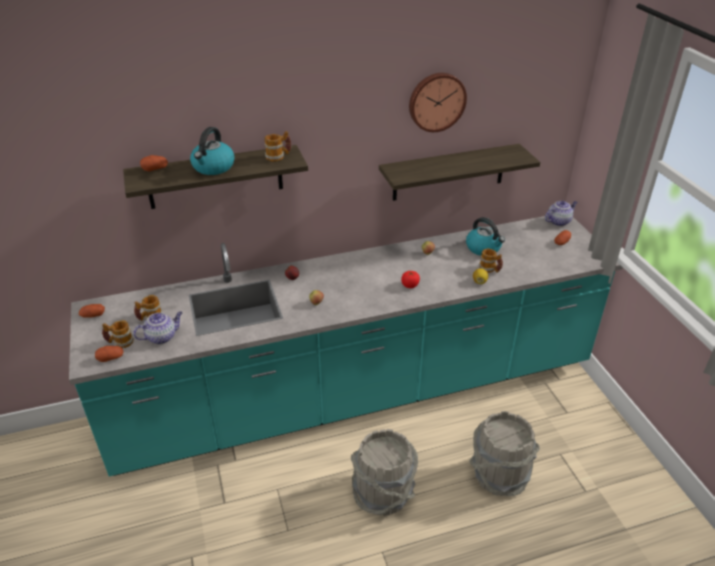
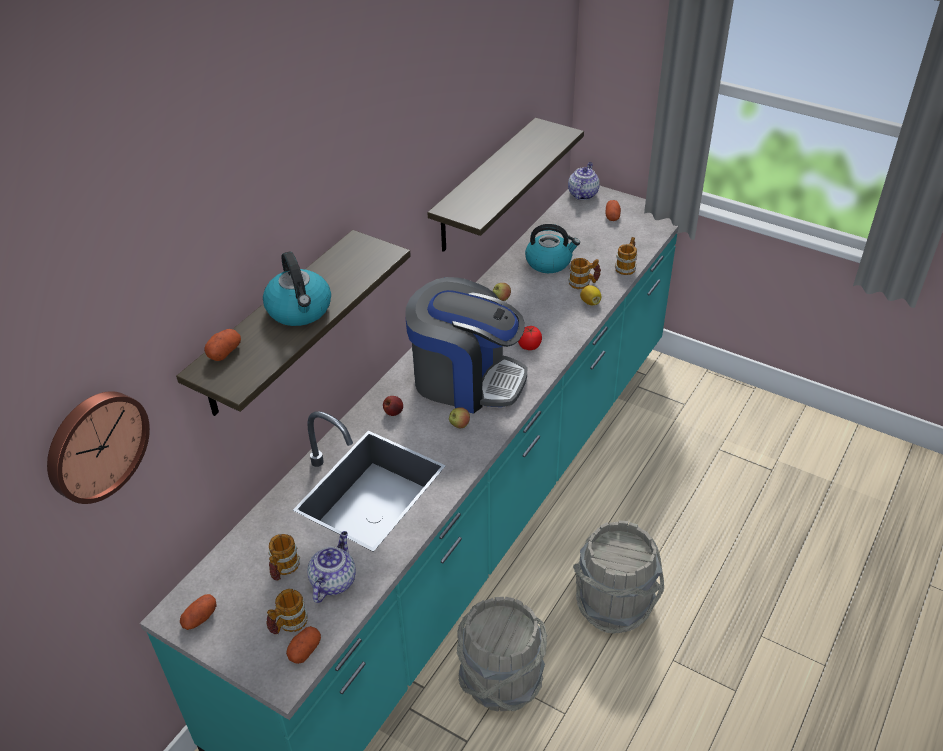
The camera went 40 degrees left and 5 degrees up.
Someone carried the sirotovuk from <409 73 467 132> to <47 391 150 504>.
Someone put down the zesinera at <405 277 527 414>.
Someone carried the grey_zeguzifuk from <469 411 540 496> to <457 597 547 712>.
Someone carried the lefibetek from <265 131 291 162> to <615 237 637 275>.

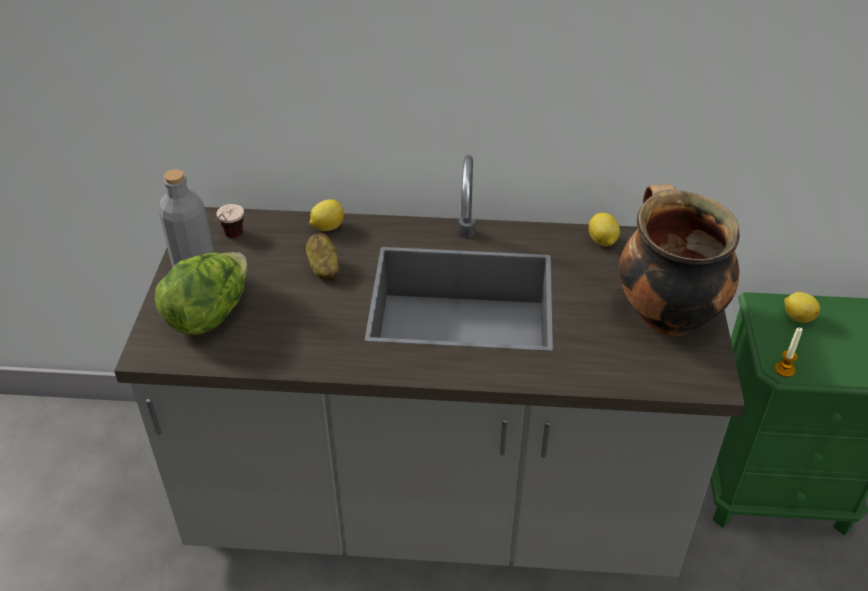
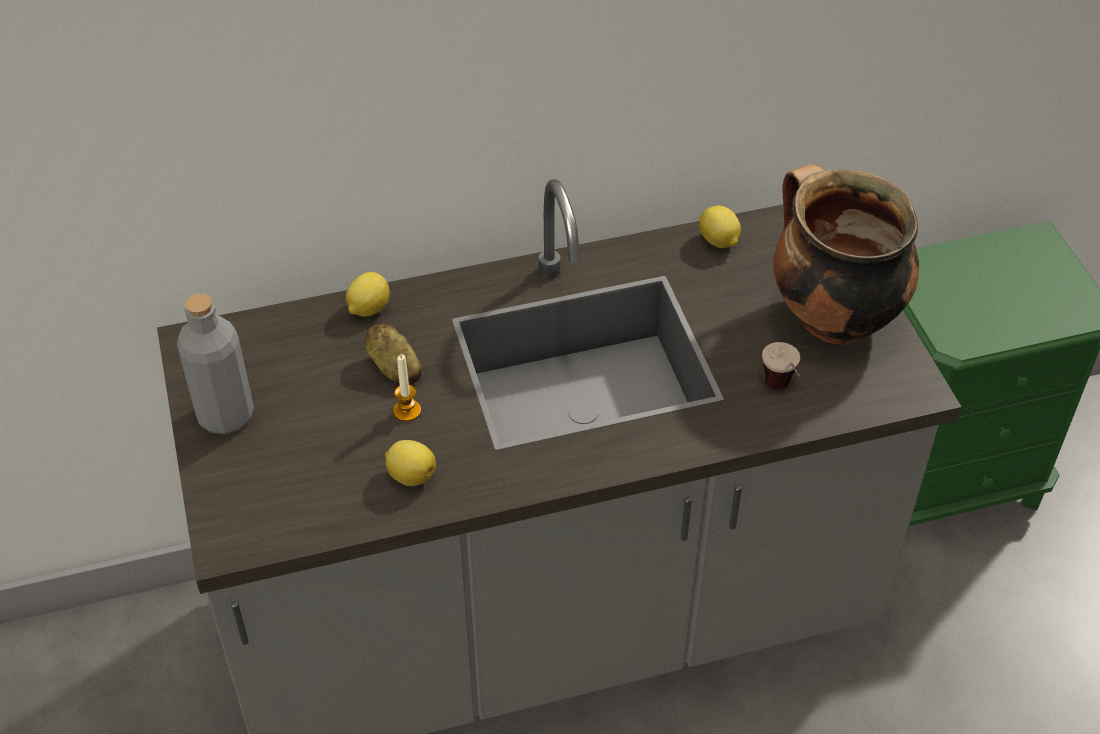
The camera went 20 degrees left and 5 degrees up.
Someone carried the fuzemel from <784 292 820 323> to <385 440 436 486>.
Someone carried the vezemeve from <774 327 803 377> to <393 354 421 422>.
Someone carried the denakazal from <215 204 244 238> to <762 342 800 389>.
Someone took away the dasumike at <155 252 247 335>.

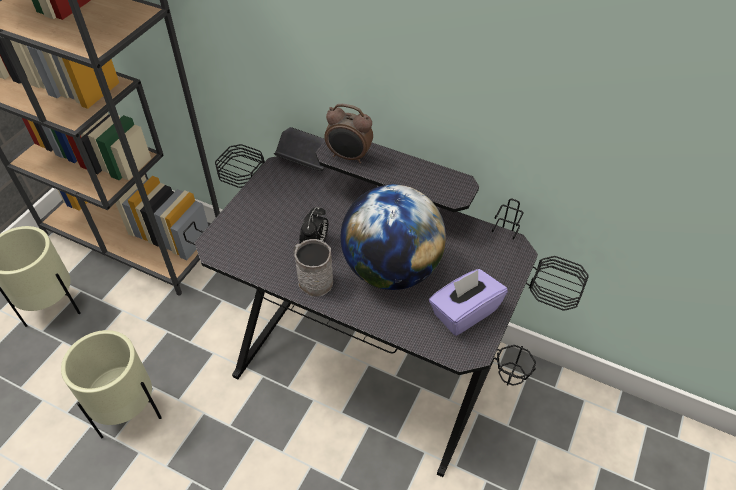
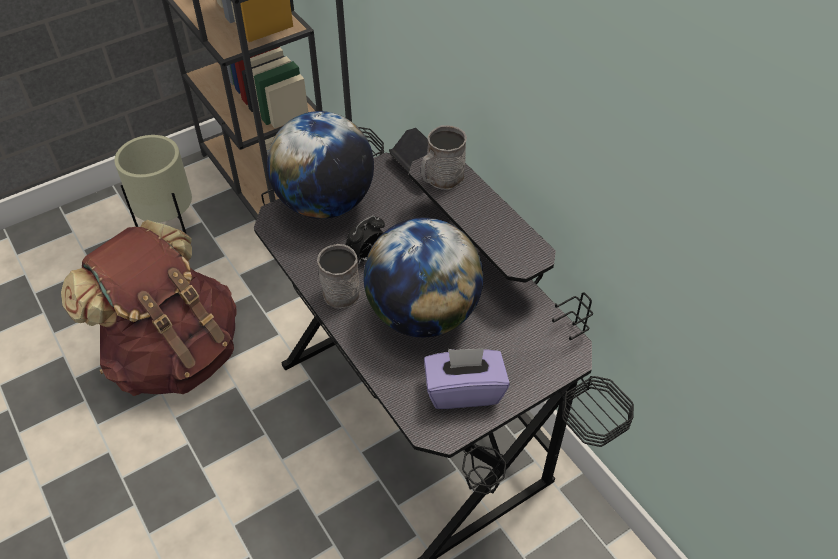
The camera went 30 degrees right and 0 degrees up.
Someone swapped the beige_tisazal at <61 330 162 438> for the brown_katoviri at <61 220 237 396>.
Someone put down the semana at <267 111 374 219>.
Someone swapped the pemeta at <324 104 373 164> for the grey_lefibetek at <421 125 467 190>.

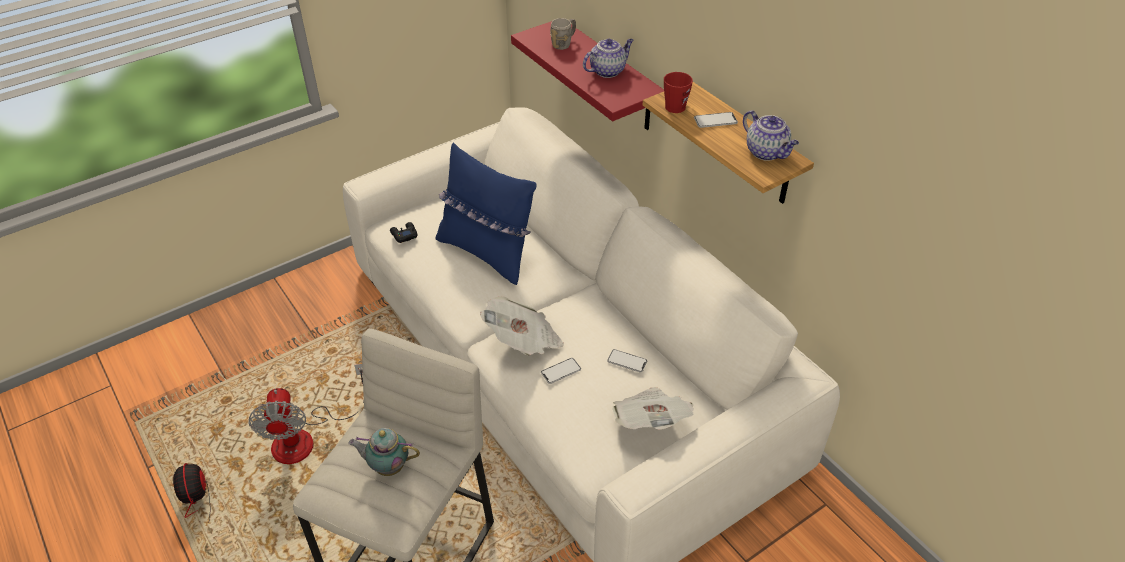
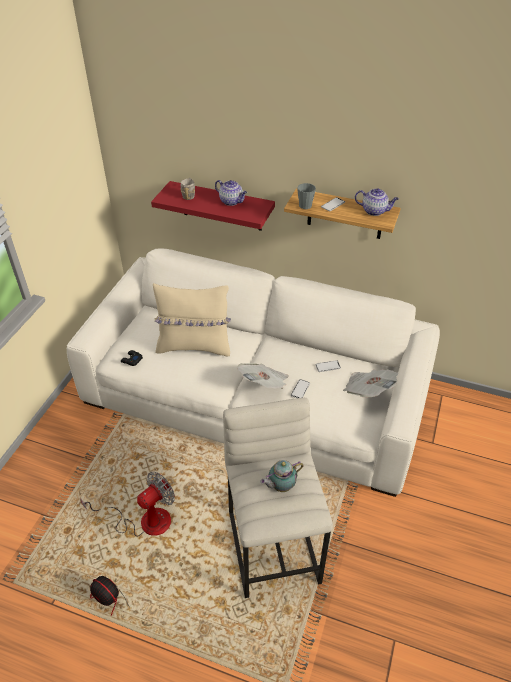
The camera went 35 degrees left and 0 degrees up.
Someone rotated the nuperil at <249 364 364 464> by 90 degrees counterclockwise.
Someone repainted the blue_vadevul at <436 143 537 285>, which became the beige_vadevul at <153 283 231 356>.
Someone rotated the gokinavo at <583 39 634 78> by 105 degrees clockwise.
Someone repainted the red_lefibetek at <664 72 693 113>, which became the grey_lefibetek at <298 183 316 209>.

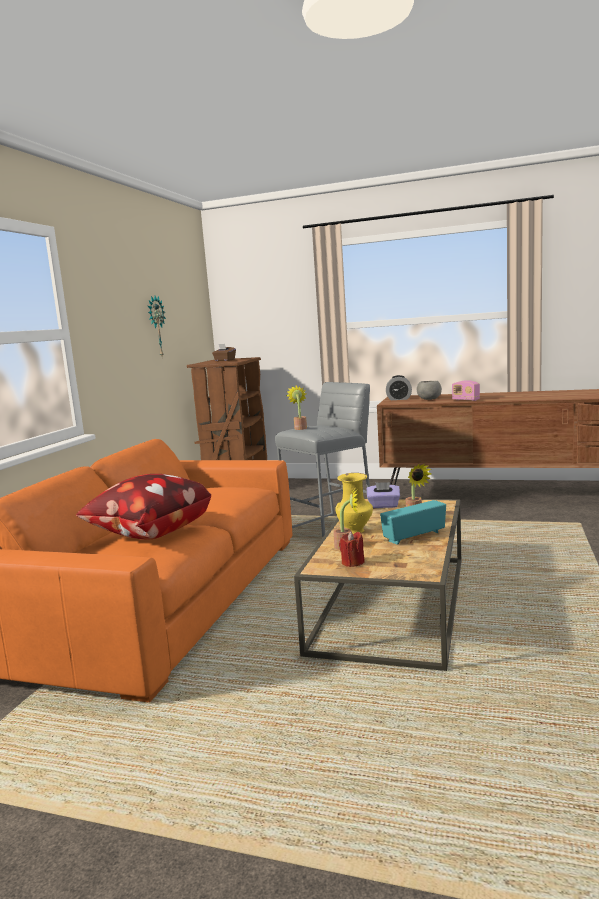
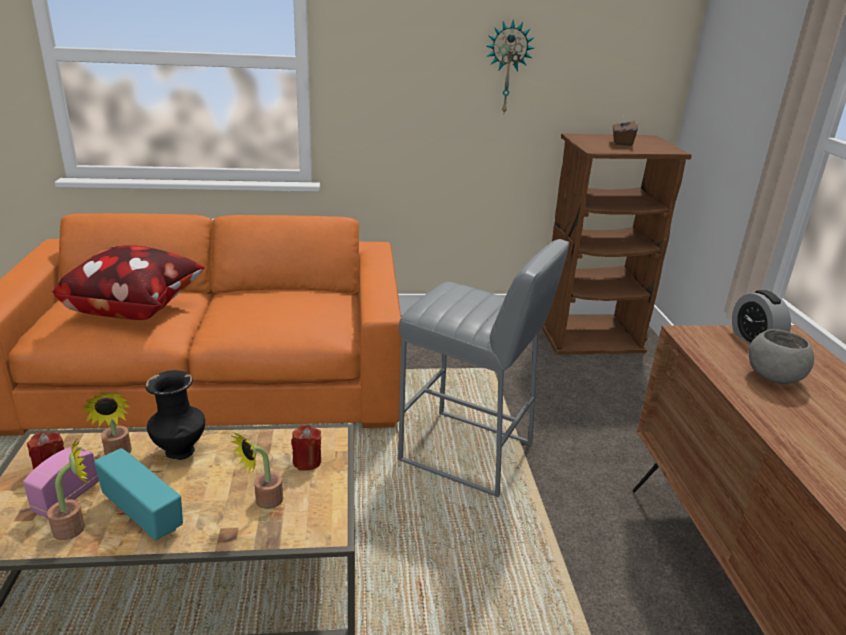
The camera went 65 degrees right and 15 degrees up.
Someone carried the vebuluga from <452 380 480 401> to <23 447 99 518>.
Someone carried the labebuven from <286 386 307 430> to <47 438 88 540>.
Someone repainted the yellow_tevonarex at <336 473 373 534>, which became the black_tevonarex at <145 370 205 460>.
Someone swapped the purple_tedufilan at <367 482 400 508> for the red_vezemeve at <291 425 321 471>.

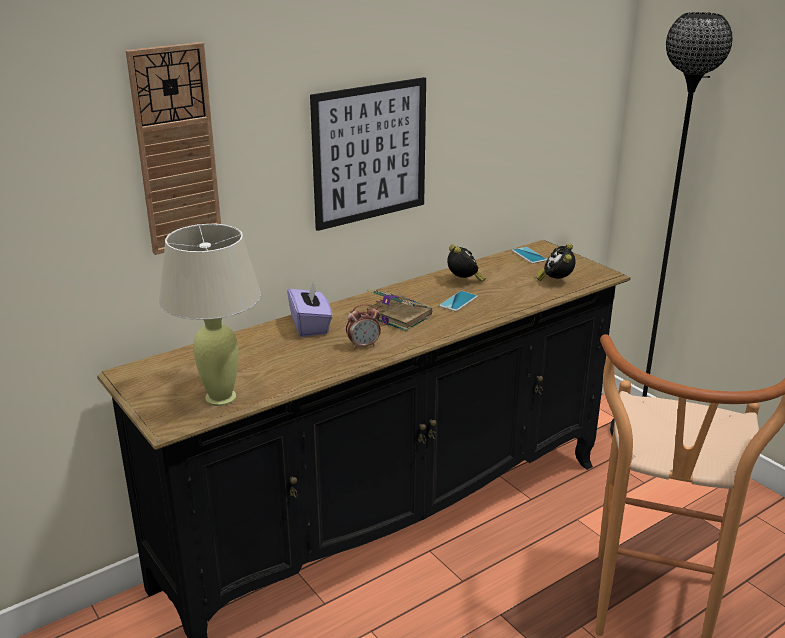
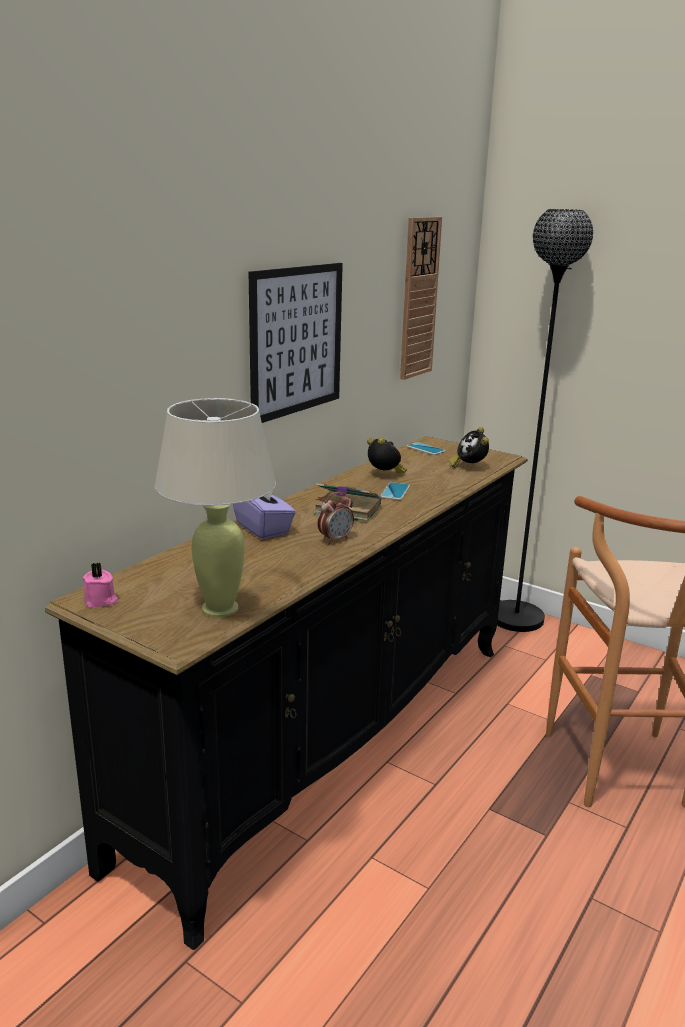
The camera went 20 degrees left and 5 degrees down.
Someone put down the pink_vezemeve at <83 562 117 607>.
Someone carried the sirotovuk from <126 42 221 255> to <400 217 442 380>.

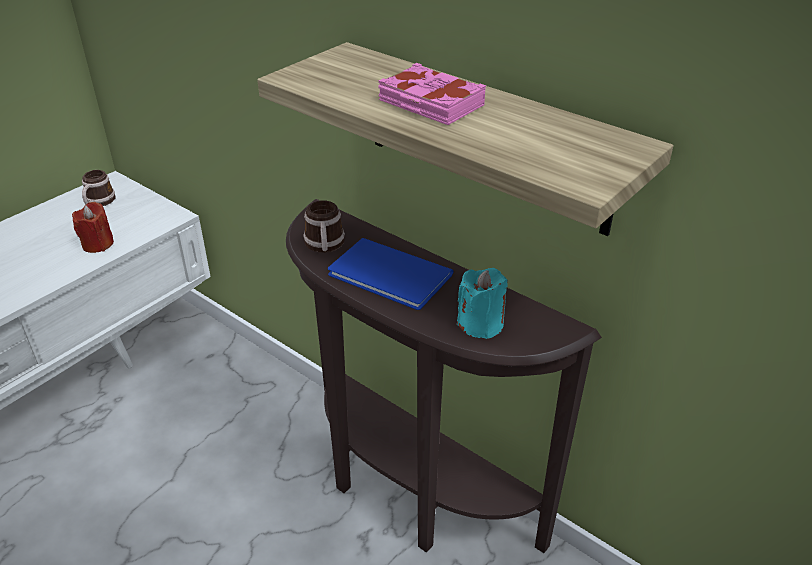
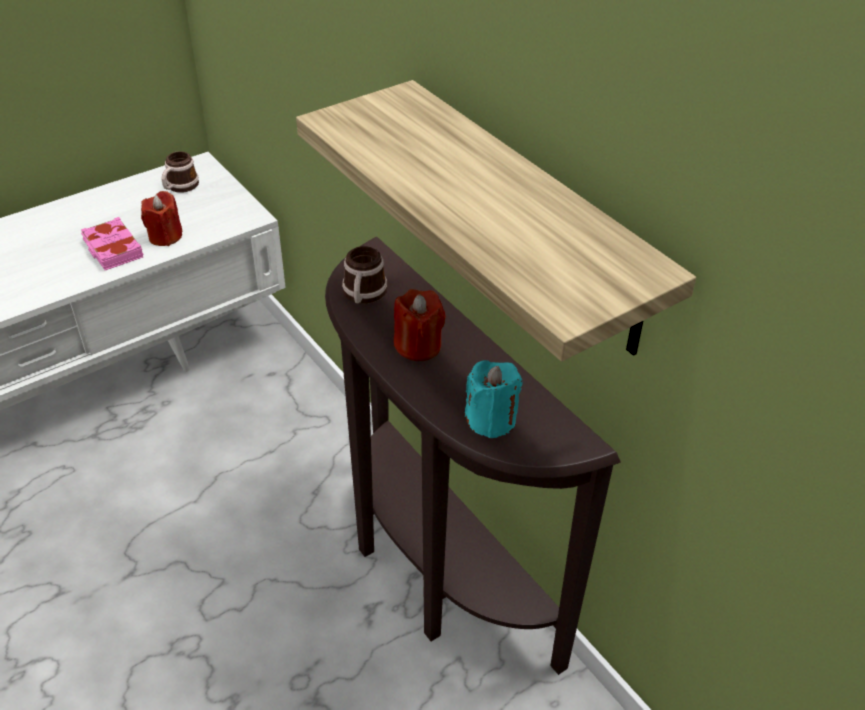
The camera went 15 degrees right and 5 degrees up.
Someone carried the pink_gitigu from <379 63 486 125> to <81 217 144 270>.
Someone swapped the blue_gitigu at <328 238 453 310> for the red_vezemeve at <394 289 446 361>.

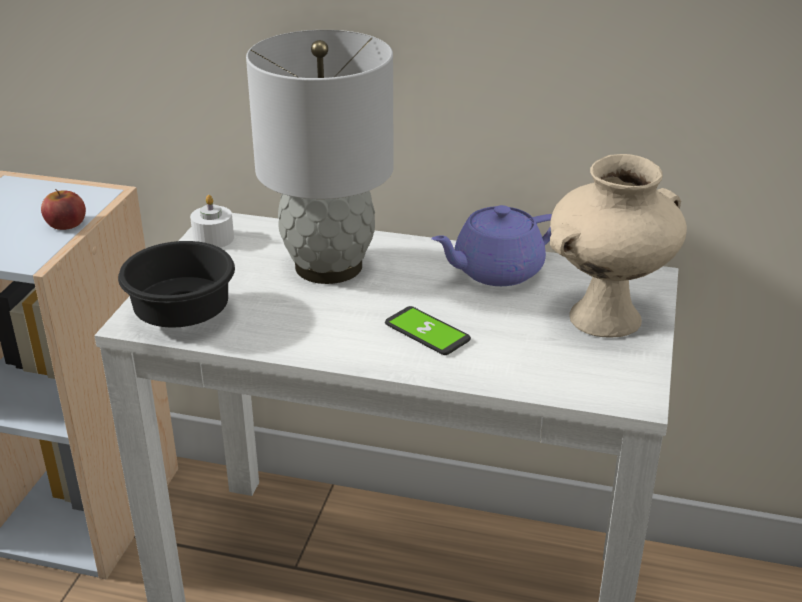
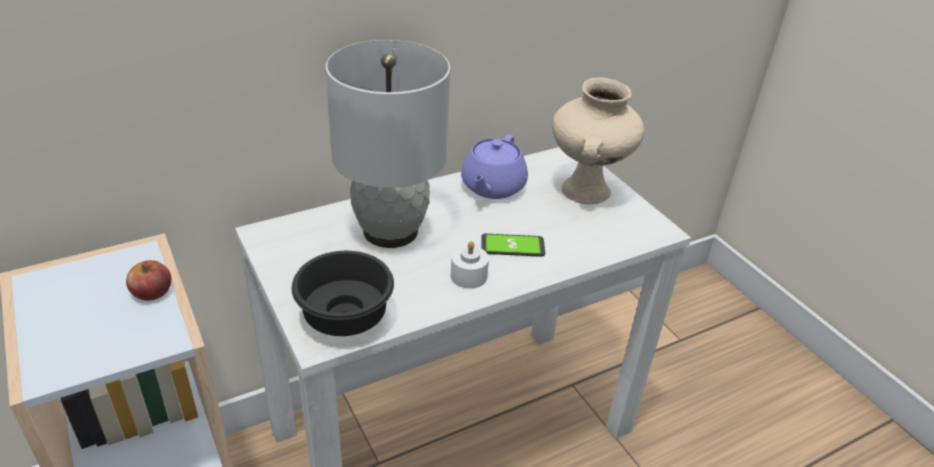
The camera went 45 degrees left and 5 degrees up.
Someone carried the white_vezemeve from <190 195 234 248> to <451 241 489 289>.

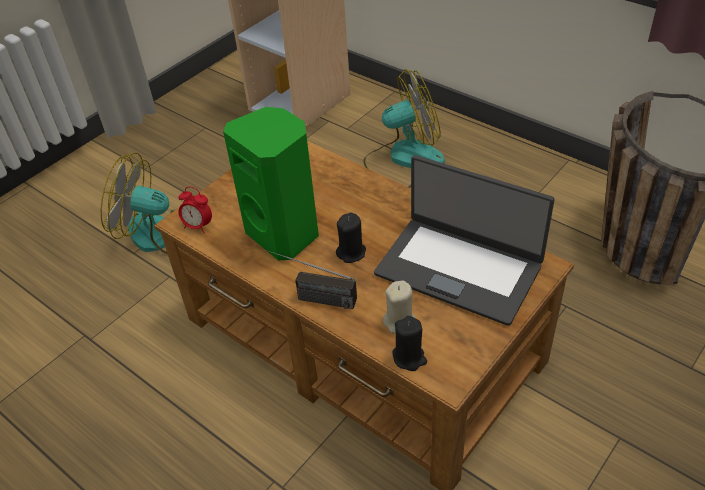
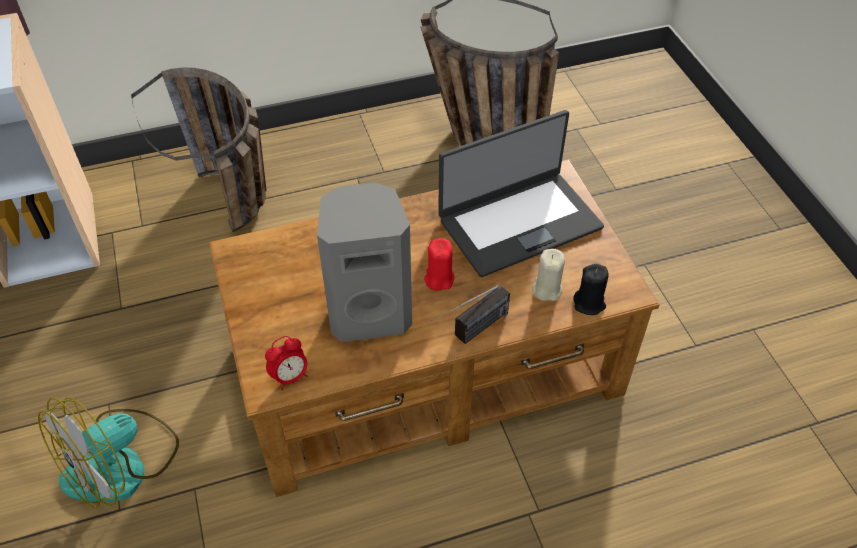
The camera went 60 degrees left and 5 degrees up.
Someone swapped the nuperil at <363 69 445 188> for the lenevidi at <131 68 267 232>.
Someone repainted the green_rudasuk at <223 107 319 260>, which became the grey_rudasuk at <317 183 412 342>.
Someone repainted the black_vezemeve at <336 213 366 263>, which became the red_vezemeve at <424 238 454 291>.

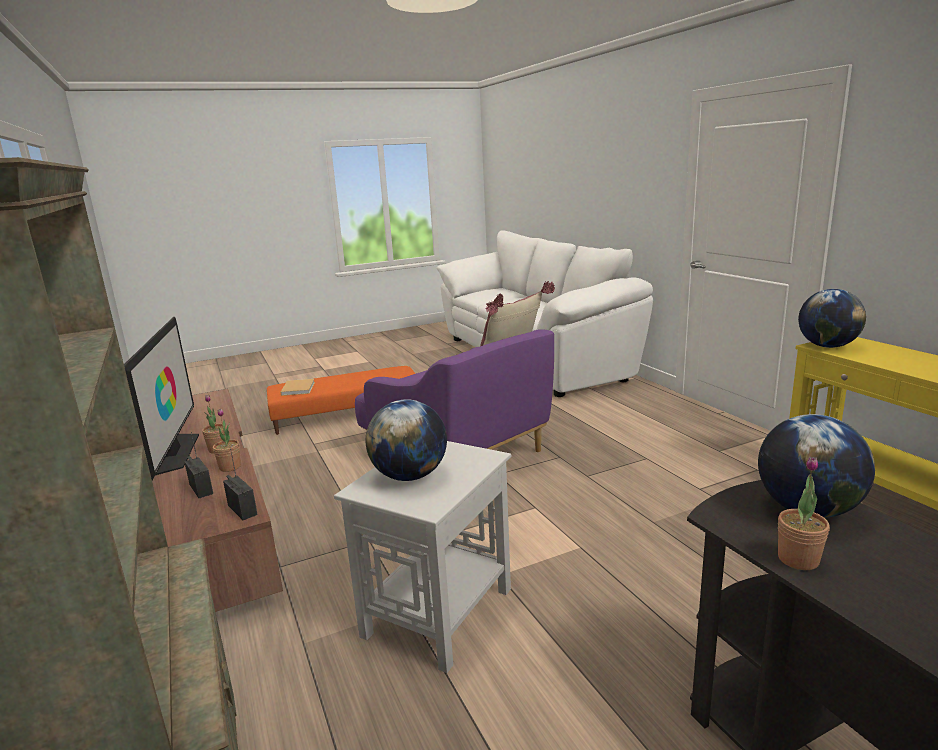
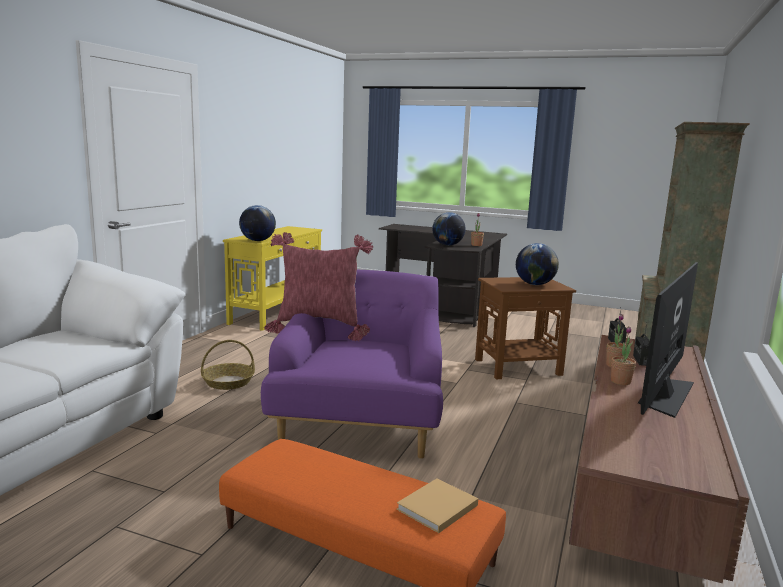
The camera went 135 degrees left and 5 degrees down.
Someone put down the lenevidi at <201 340 255 390>.
Someone repainted the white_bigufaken at <334 441 511 673>, which became the brown_bigufaken at <475 277 576 380>.

